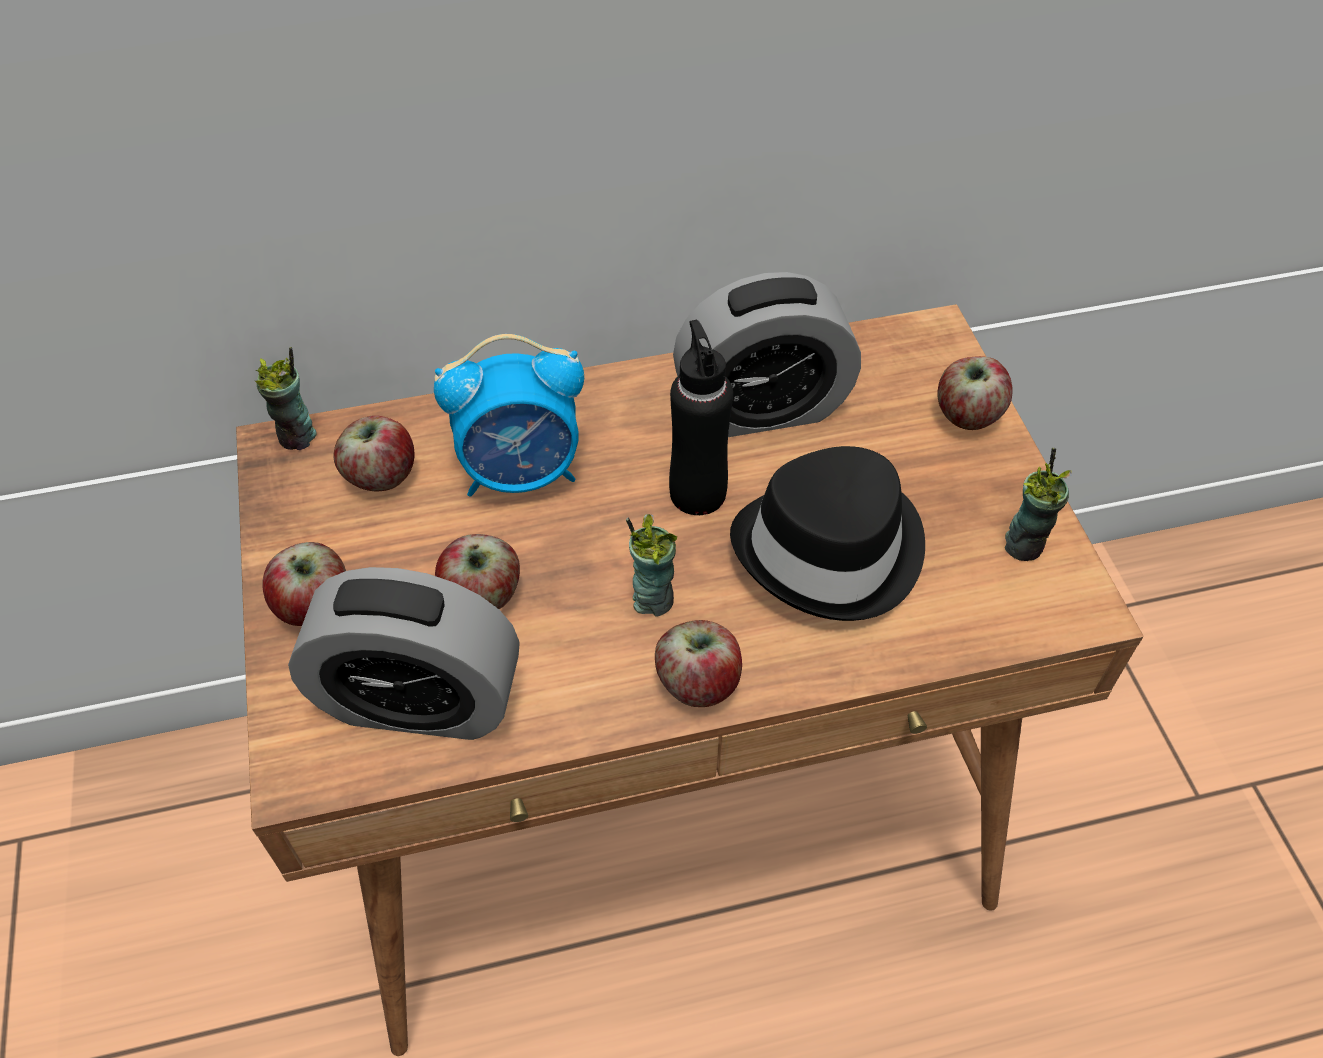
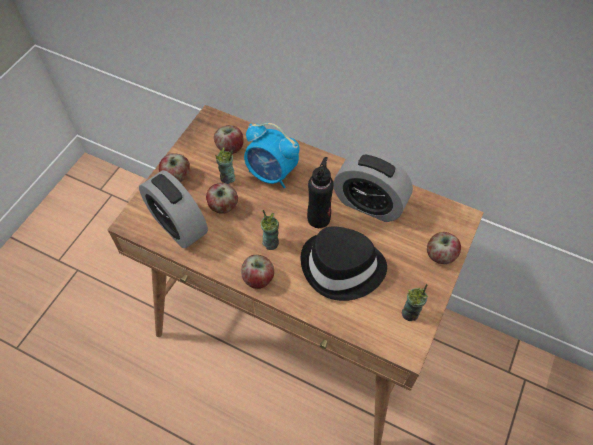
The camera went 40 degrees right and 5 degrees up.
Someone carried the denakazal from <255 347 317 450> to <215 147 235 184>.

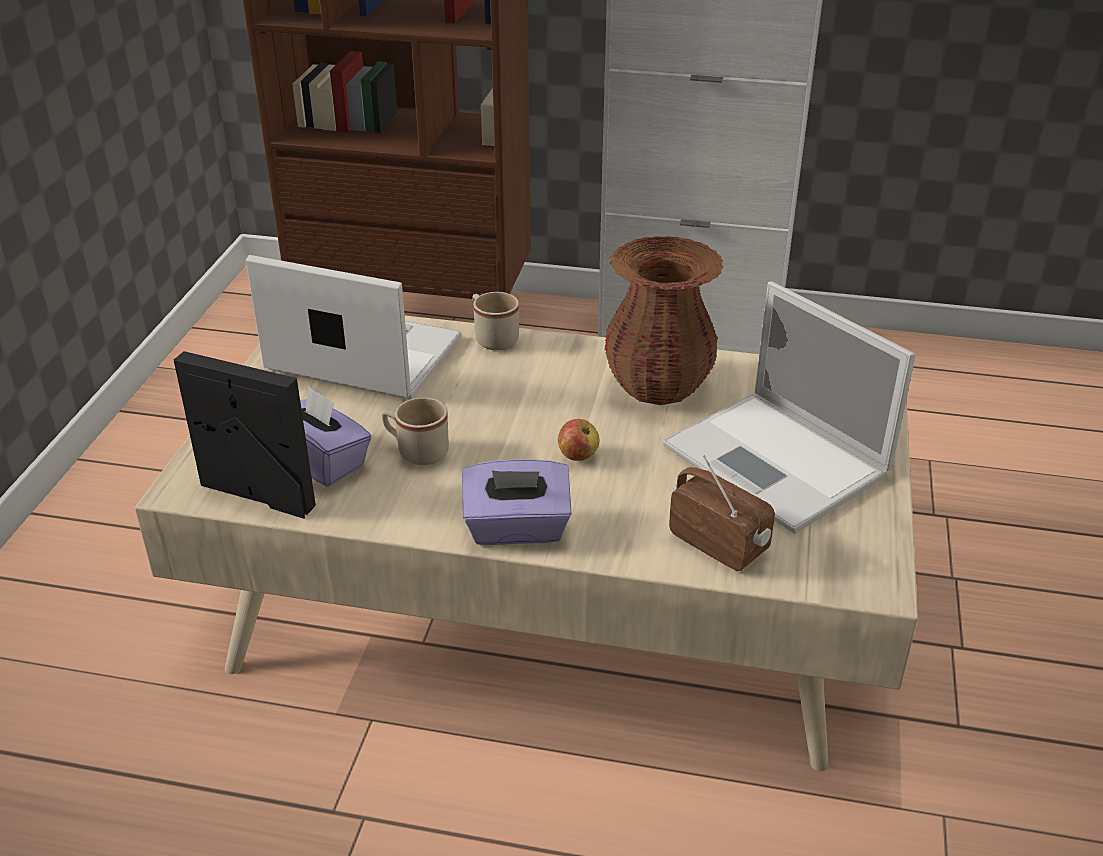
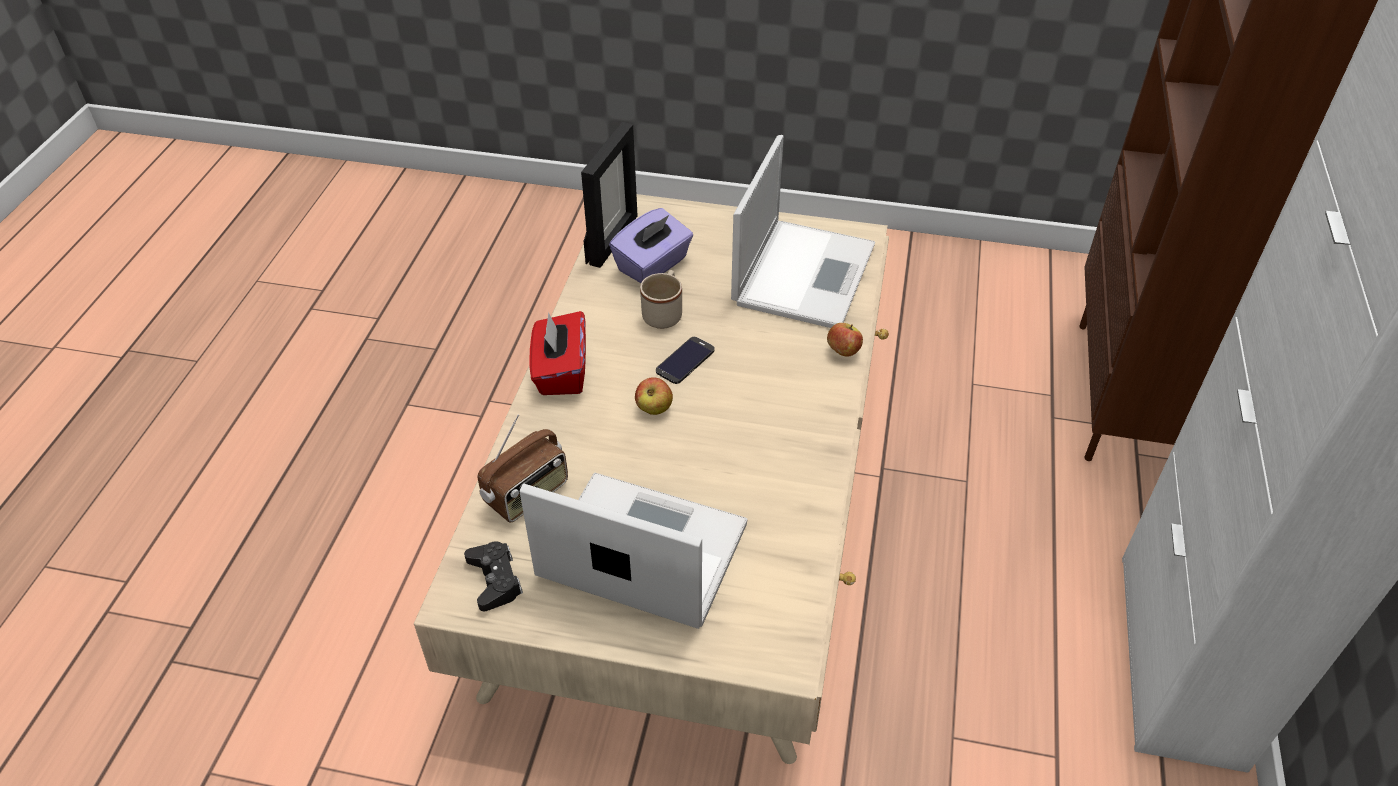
The camera went 90 degrees right and 10 degrees up.
Someone put down the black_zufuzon at <464 542 523 611>.
Someone rotated the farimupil at <663 281 916 534> by 60 degrees clockwise.
Someone repainted the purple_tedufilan at <462 459 572 545>, which became the red_tedufilan at <530 311 586 395>.
Someone put down the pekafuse at <656 337 715 384>.
Someone swapped the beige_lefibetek at <472 292 519 350> for the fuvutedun at <827 323 863 357>.
Someone took away the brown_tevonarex at <605 236 724 405>.

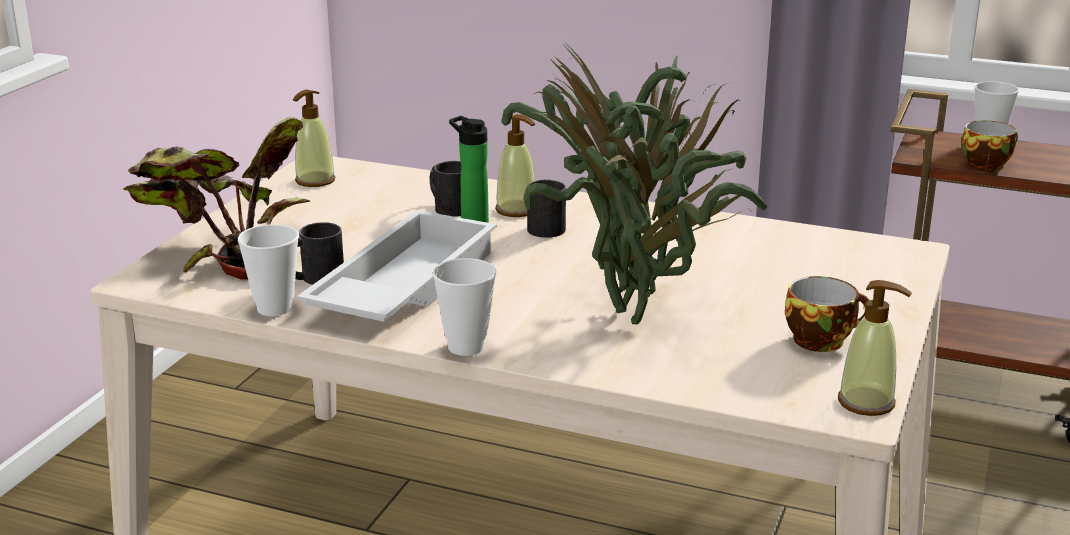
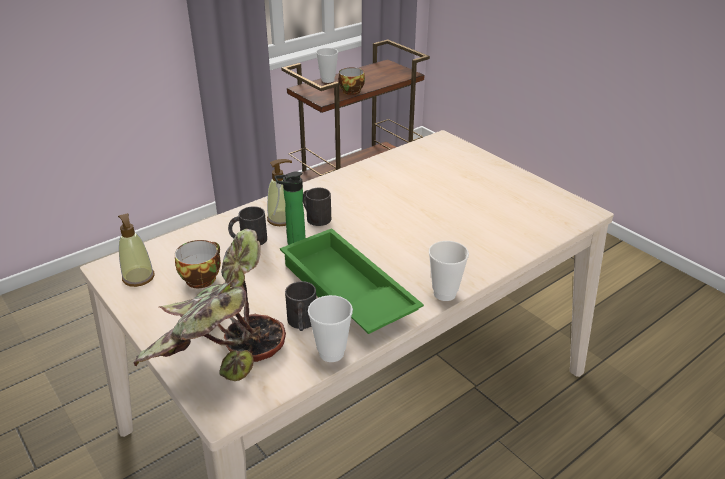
The camera went 60 degrees left and 10 degrees up.
Someone carried the denakazal from <785 276 870 352> to <175 240 221 288>.
Someone repainted the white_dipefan at <297 210 497 322>, which became the green_dipefan at <280 228 424 334>.
Someone took away the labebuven at <501 47 767 324>.
Someone took away the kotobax at <838 280 912 416>.

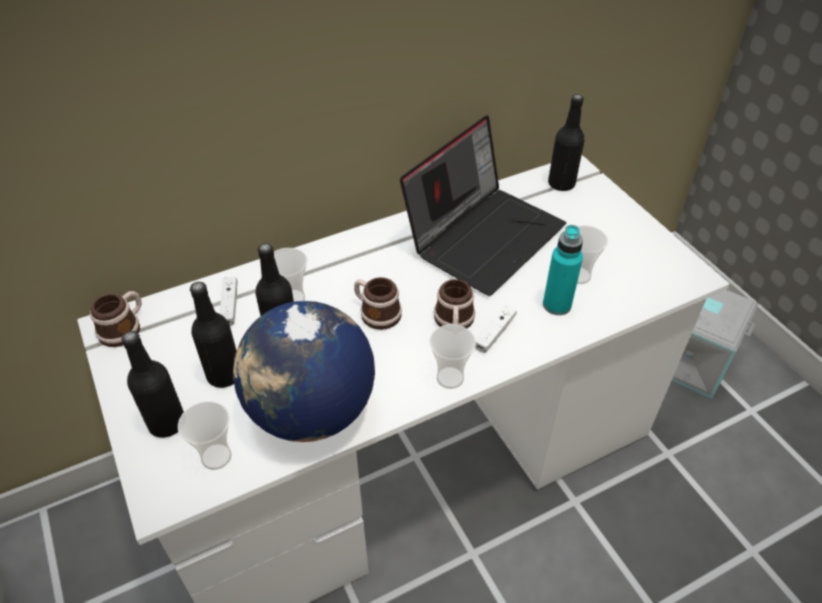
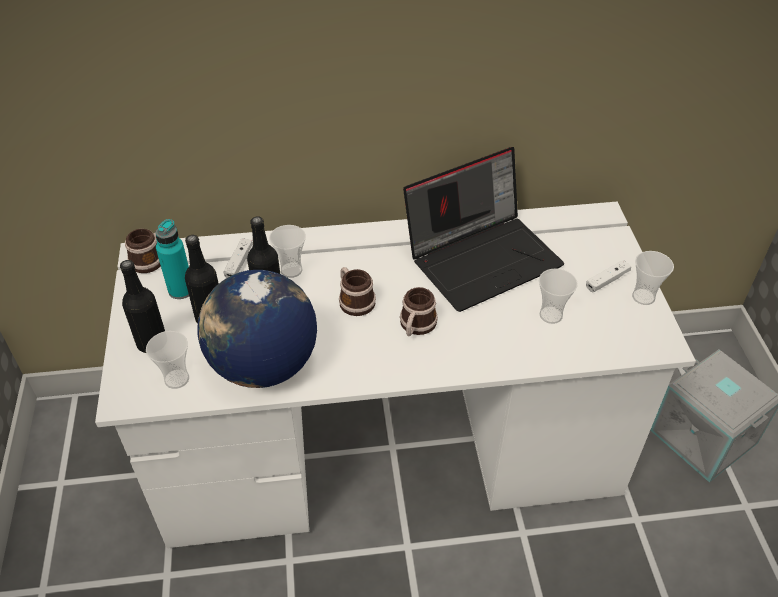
The camera went 20 degrees right and 0 degrees up.
Someone carried the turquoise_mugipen from <543 225 583 315> to <156 219 189 299>.
Someone carried the white_zufuzon from <475 305 517 353> to <586 260 631 293>.
Someone carried the denakazal from <429 324 476 389> to <632 251 674 305>.
Someone took away the black_mugipen at <548 94 585 191>.

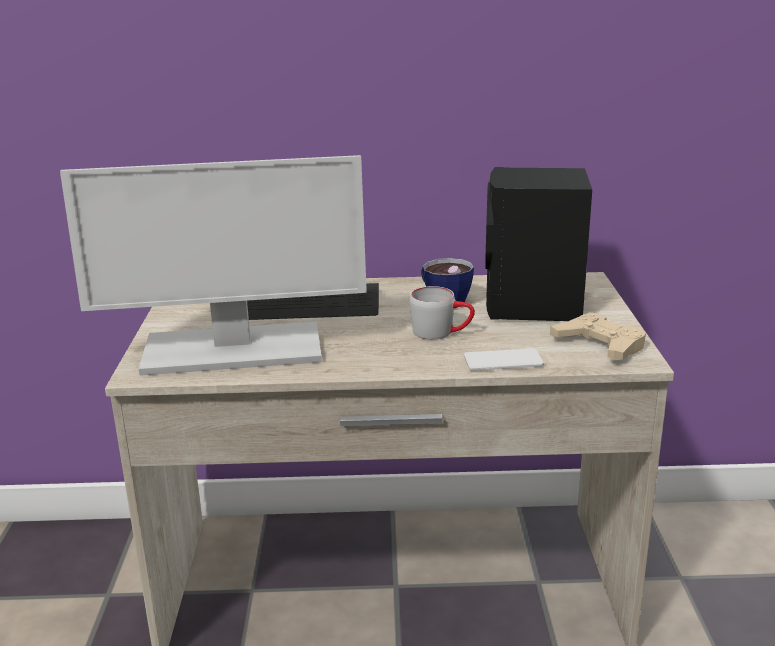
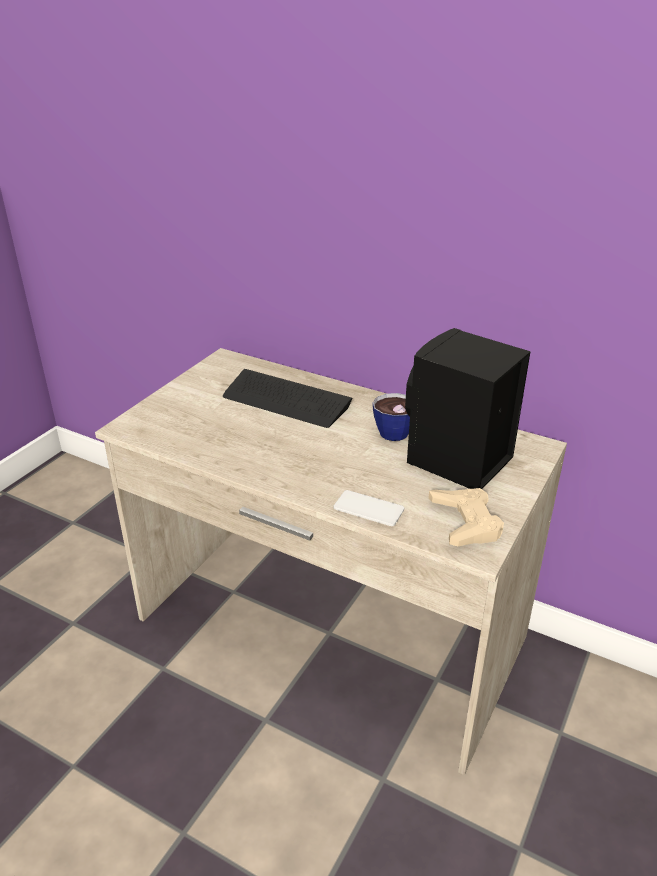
The camera went 30 degrees right and 10 degrees up.
Someone took away the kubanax at <60 155 367 376>.
Someone took away the grey_lefibetek at <409 286 475 340>.

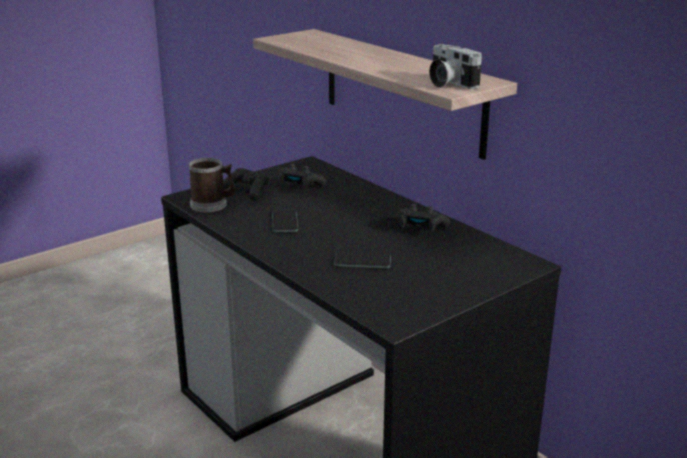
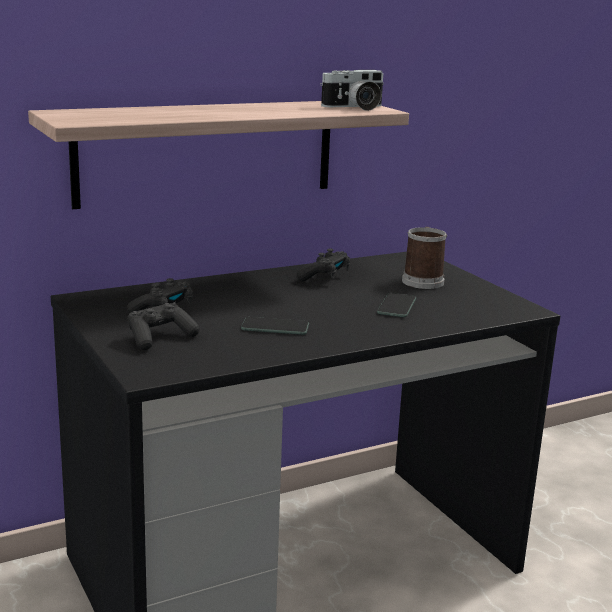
The camera went 80 degrees left and 5 degrees down.
Someone carried the lefibetek from <188 158 235 212> to <402 227 447 289>.

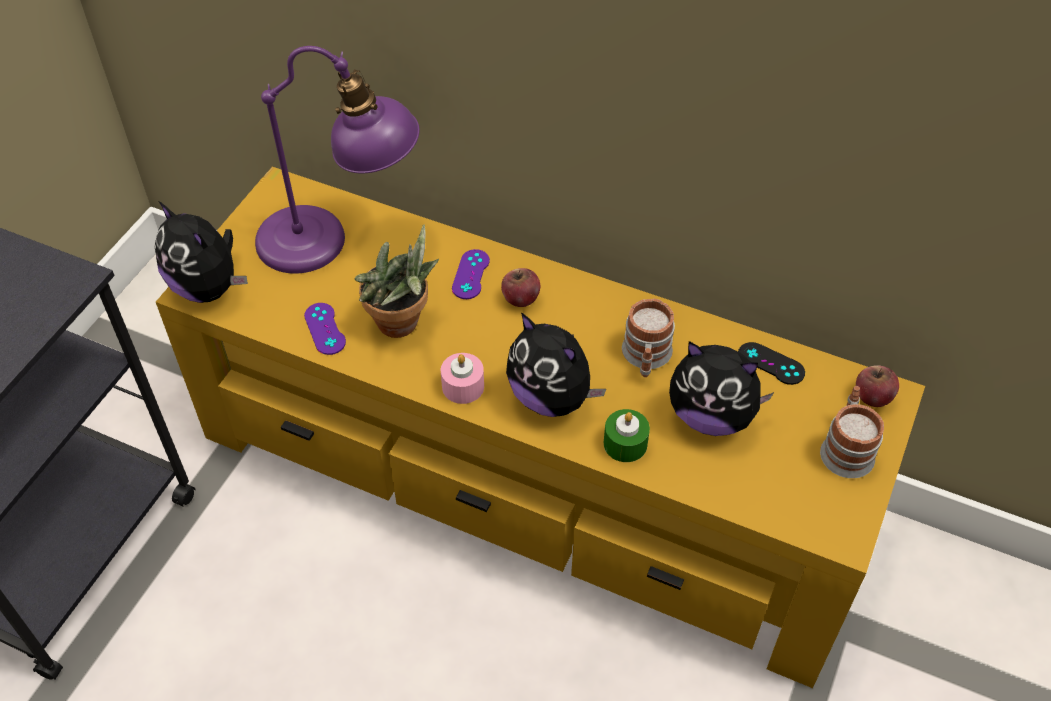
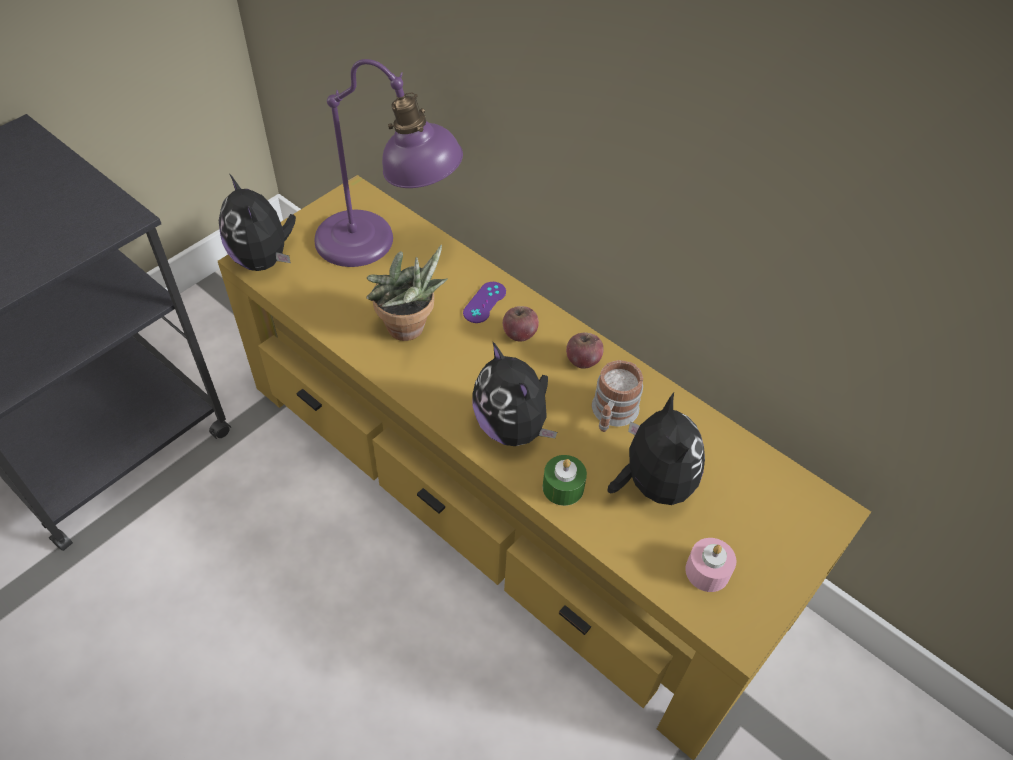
The camera went 15 degrees right and 0 degrees up.
Someone carried the fuvutedun from <856 365 899 407> to <566 333 604 369>.
Someone rotated the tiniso at <669 341 774 436> by 135 degrees counterclockwise.
Someone carried the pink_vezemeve from <441 353 484 404> to <685 538 736 592>.
Someone took away the purple_zufuzon at <304 303 346 355>.
Someone took away the black_zufuzon at <738 342 805 385>.
Someone took away the lefibetek at <820 386 884 478>.

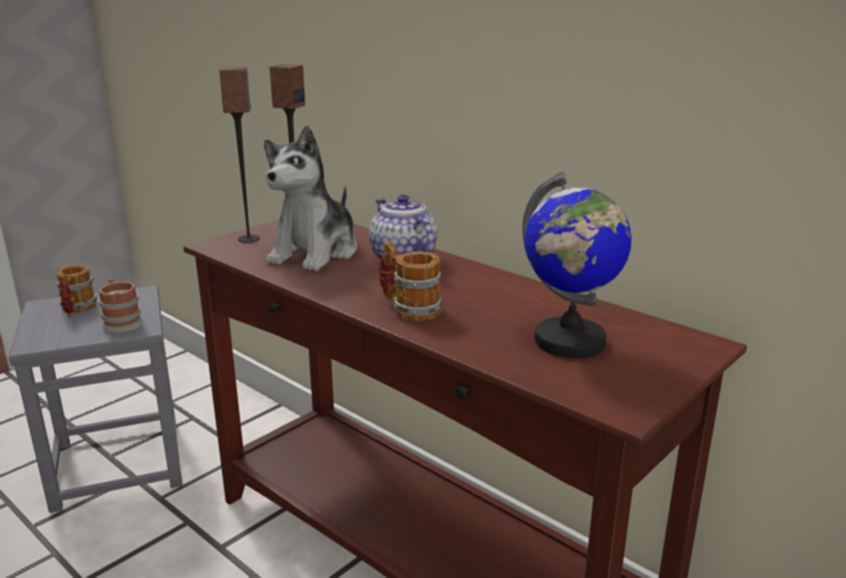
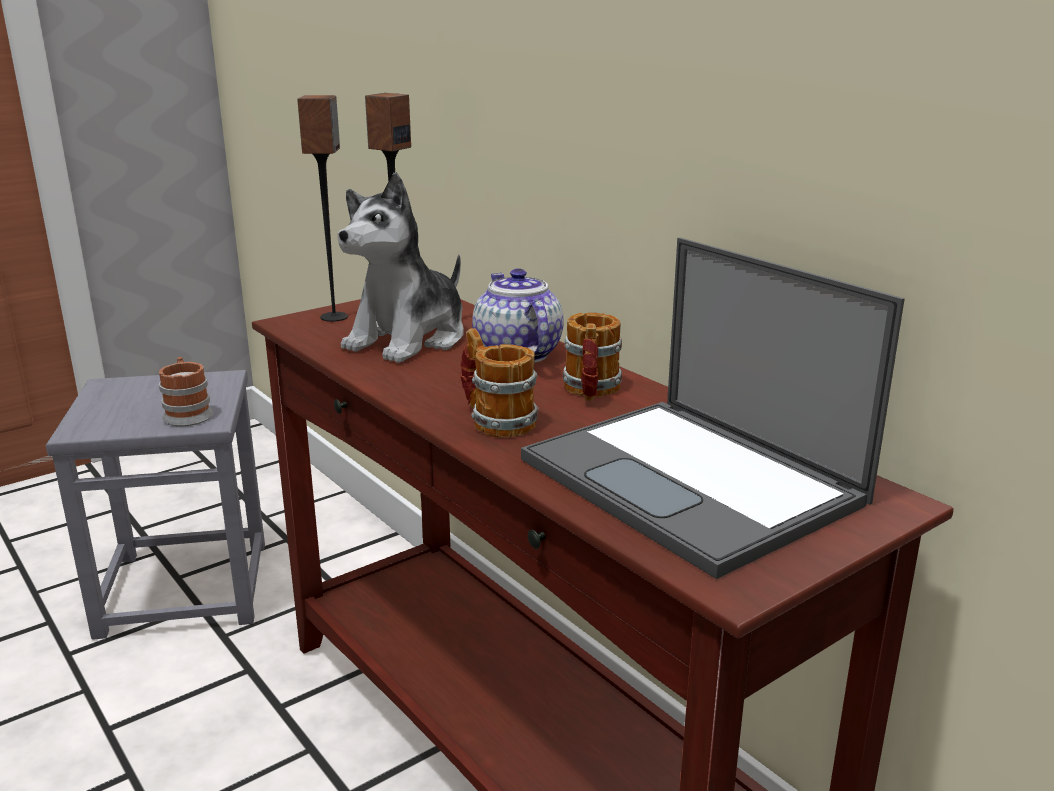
The camera went 10 degrees right and 0 degrees up.
Someone swapped the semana at <522 171 632 358> for the farimupil at <521 237 905 579>.
Someone carried the lefibetek from <57 265 97 315> to <563 313 622 401>.

